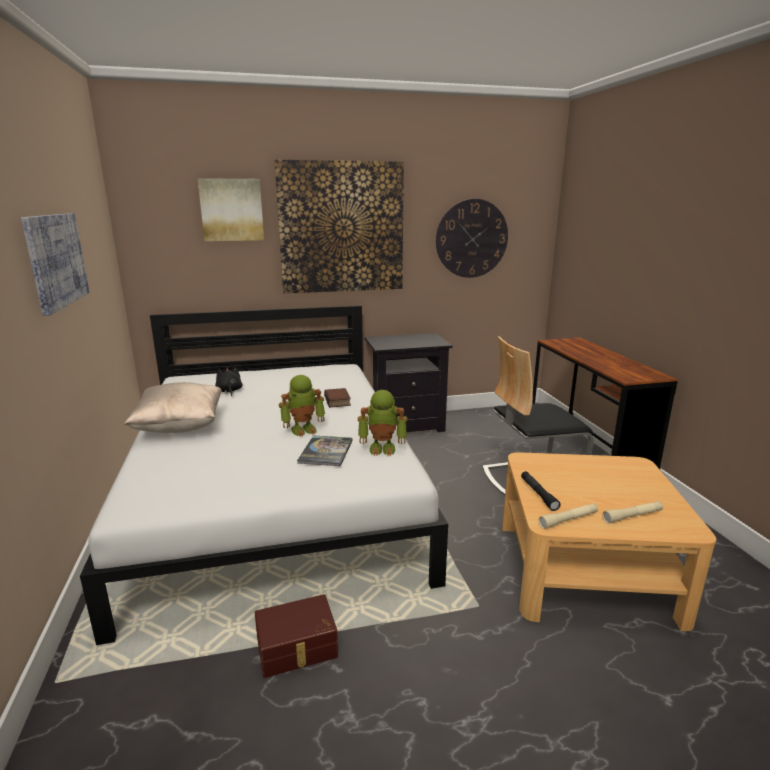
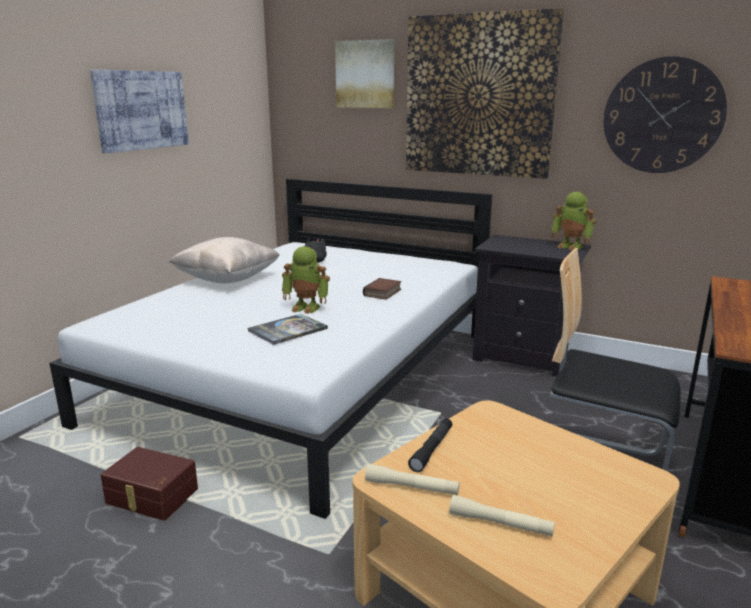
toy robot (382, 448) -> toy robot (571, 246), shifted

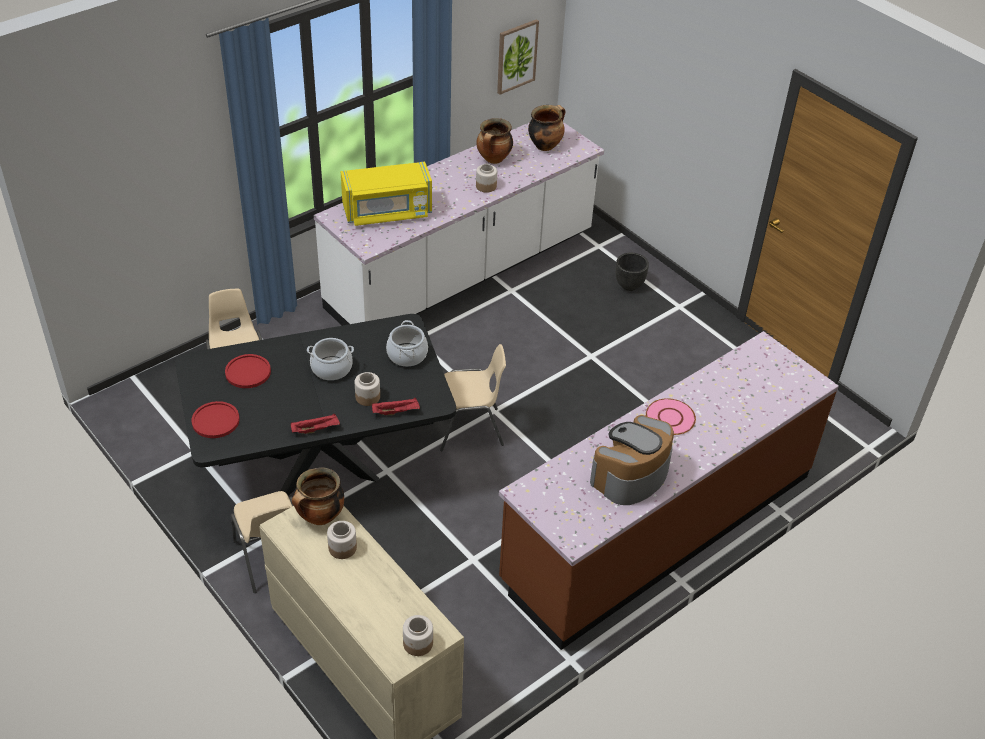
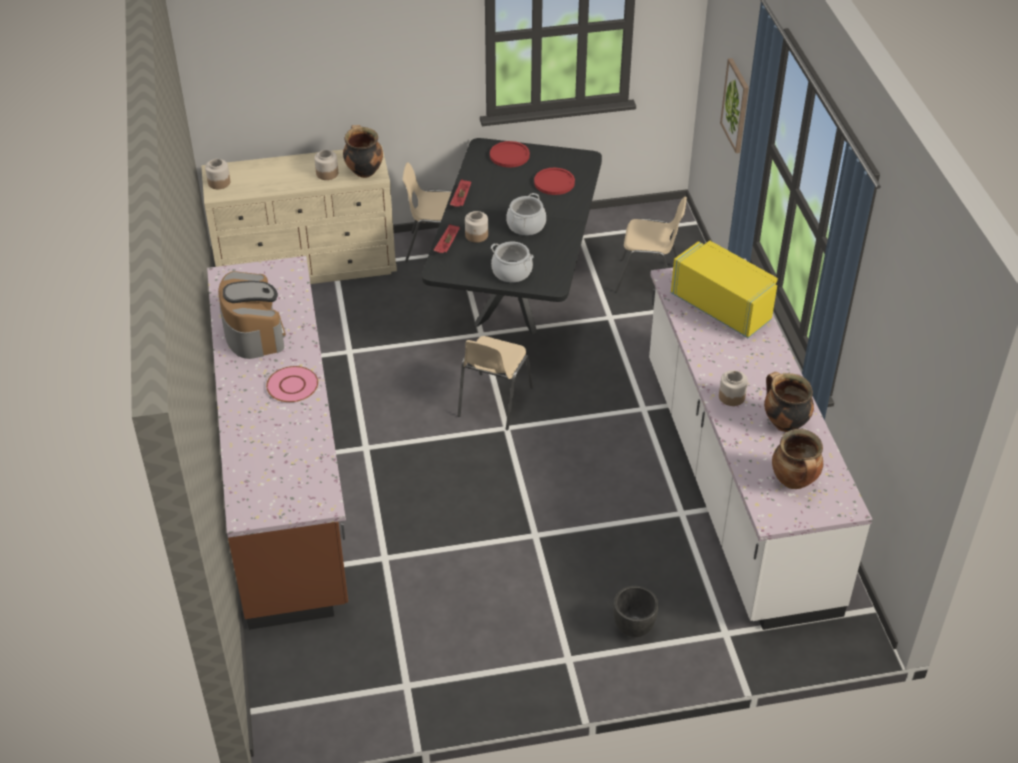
picture (516, 56) -> picture (736, 105), shifted
microwave in yellow (387, 212) -> microwave in yellow (722, 307), 120 degrees clockwise

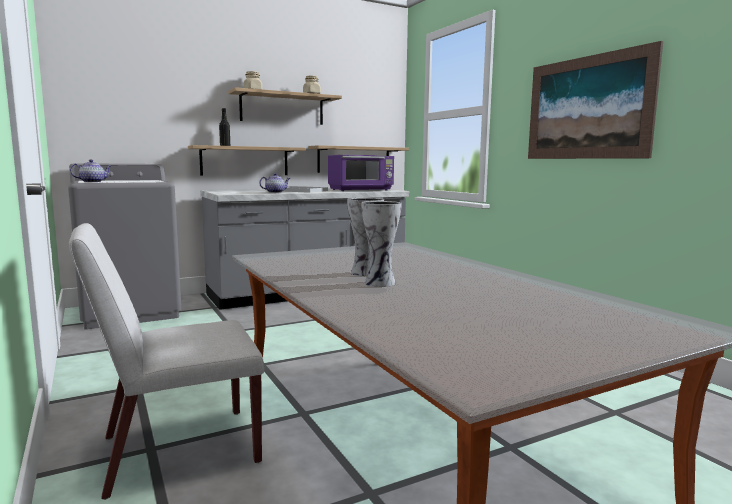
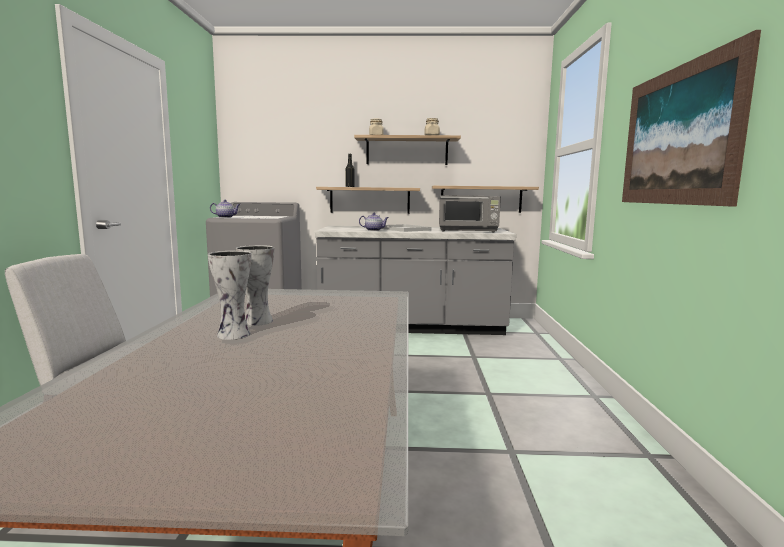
microwave in purple (361, 190) -> microwave in grey (468, 231)

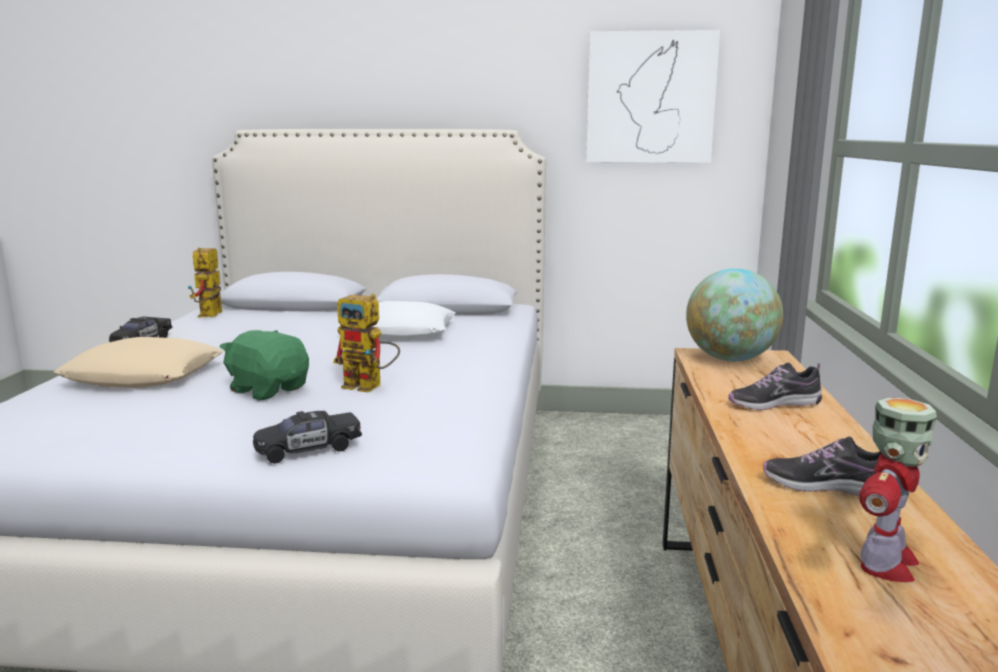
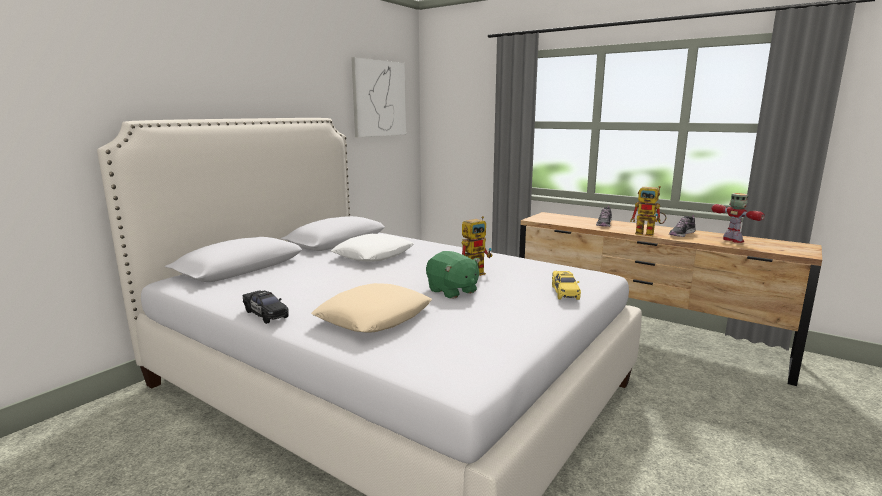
globe (730, 359) -> none
toy robot (211, 316) -> toy robot (649, 234), shifted
toy car in black (308, 449) -> toy car in yellow (565, 292)
plush toy in green (269, 390) -> plush toy in green (452, 291), 105 degrees counterclockwise

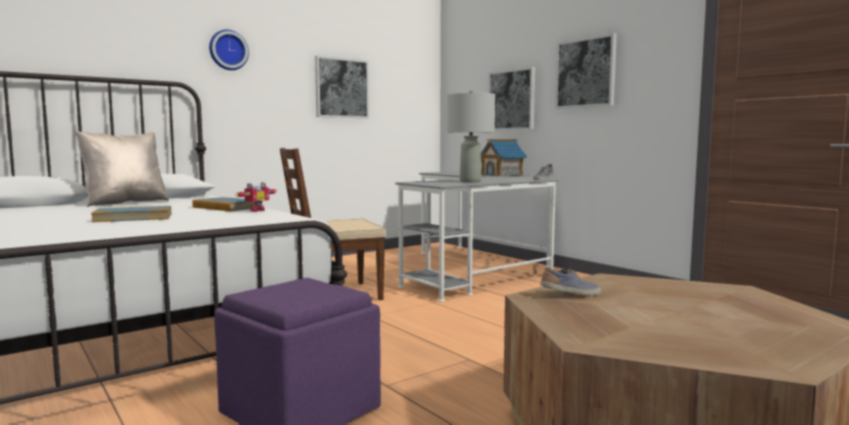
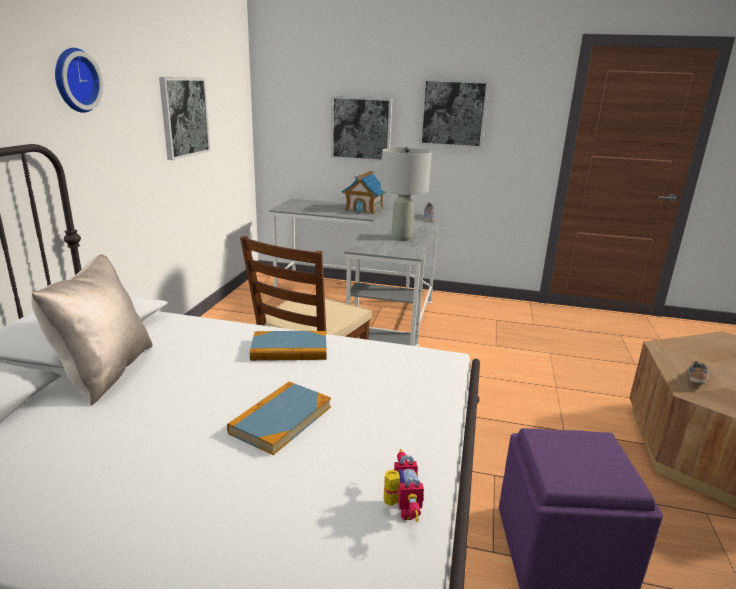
toy robot (255, 210) -> toy robot (400, 509), shifted

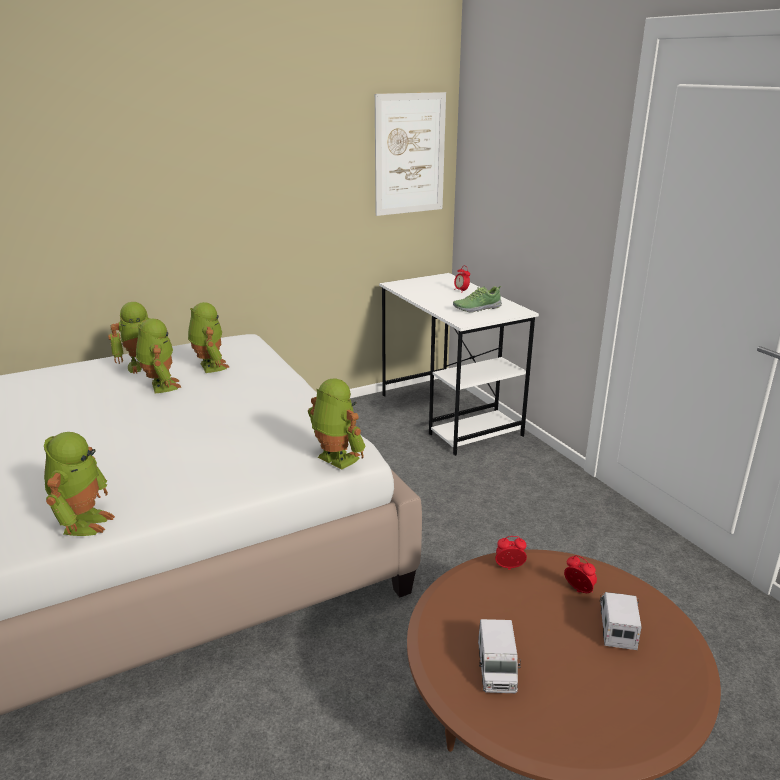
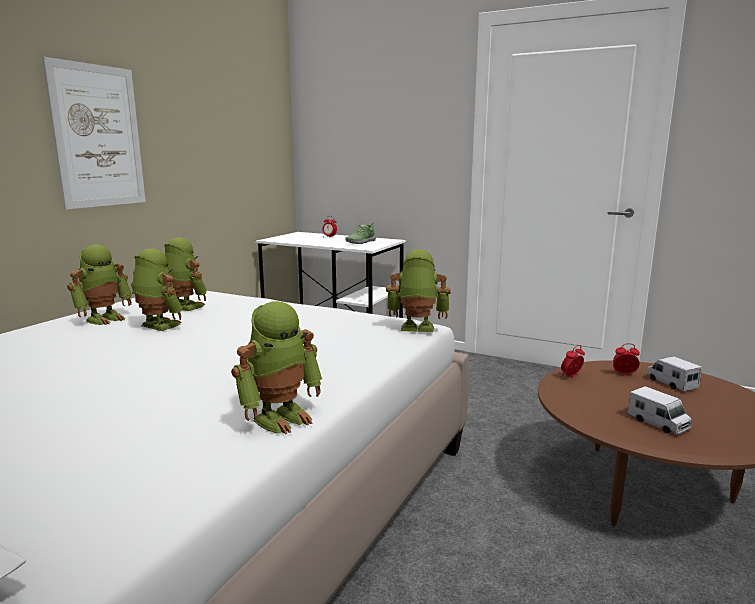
picture (410, 154) -> picture (98, 136), shifted
toy robot (83, 522) -> toy robot (281, 417), 75 degrees clockwise

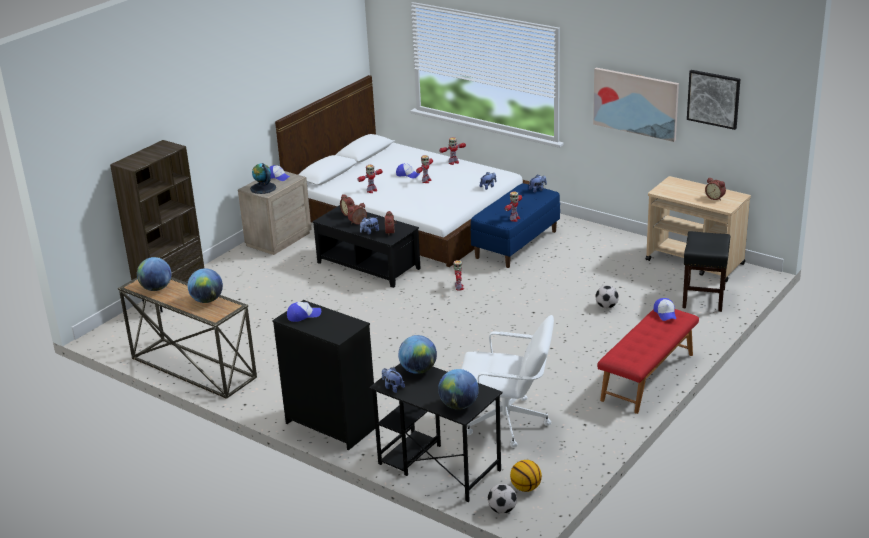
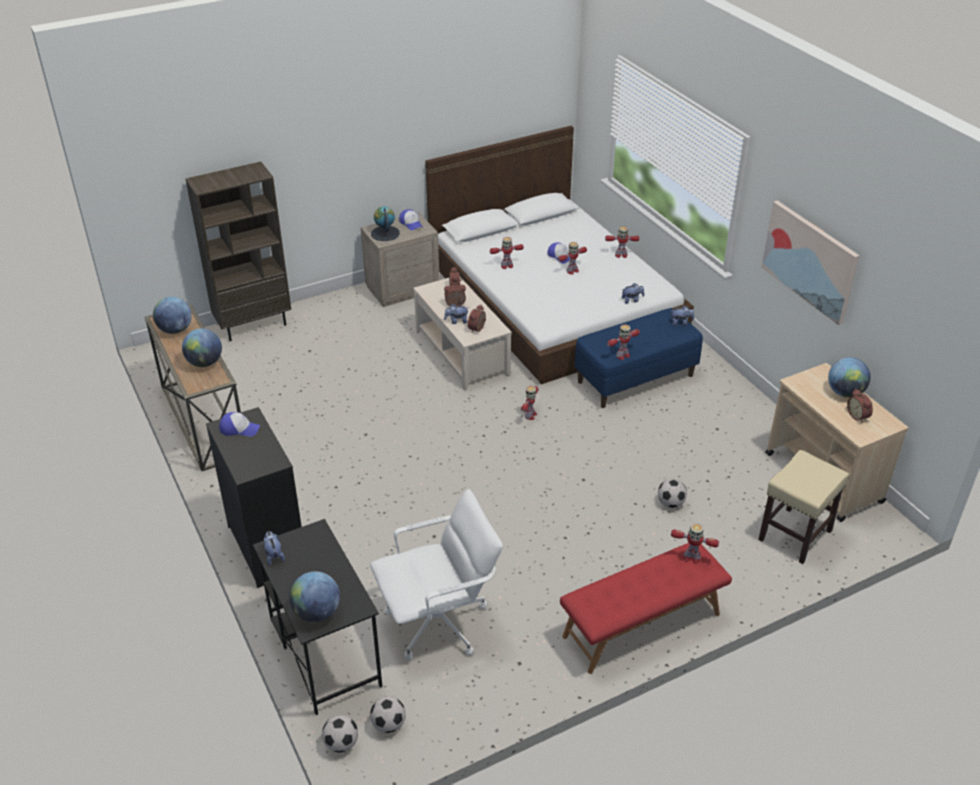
picture (713, 99) -> none
globe (418, 370) -> globe (845, 392), shifted
basketball (526, 488) -> football (388, 724)
cap (665, 313) -> toy robot (691, 557)
coffee table in black (368, 265) -> coffee table in beige (462, 353)
stool in black (703, 298) -> stool in beige (794, 536)
office chair in white (507, 423) -> office chair in white (439, 623), 60 degrees counterclockwise

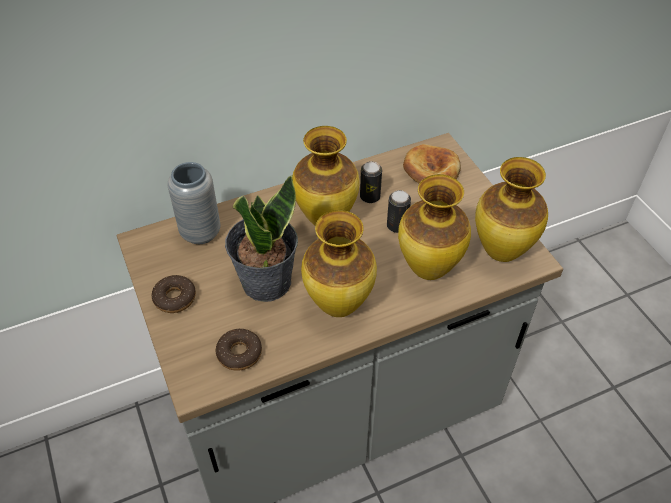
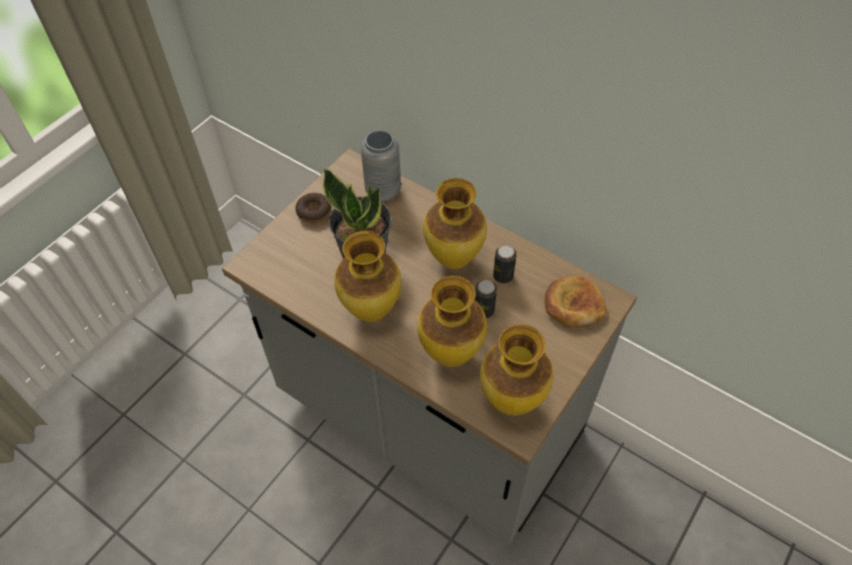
donut (239, 353) -> none

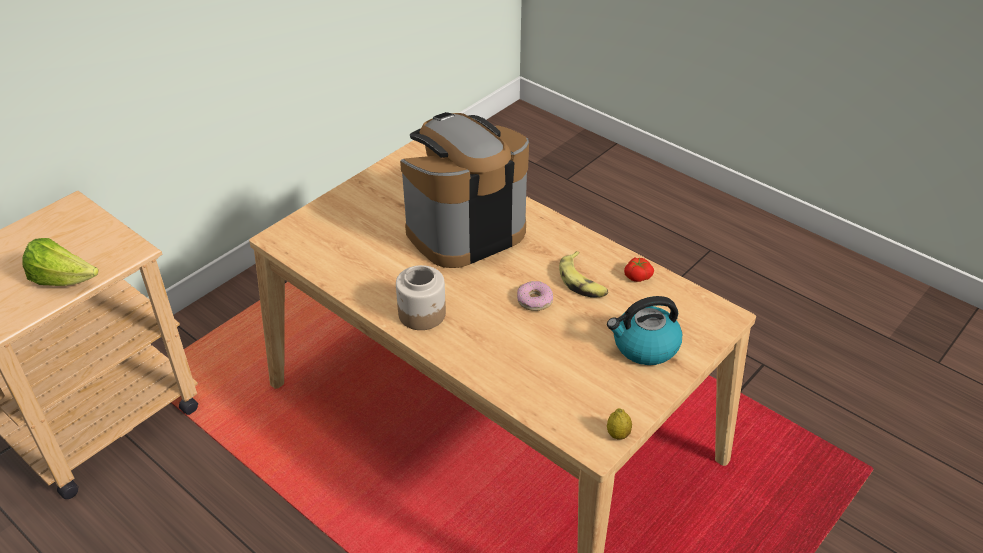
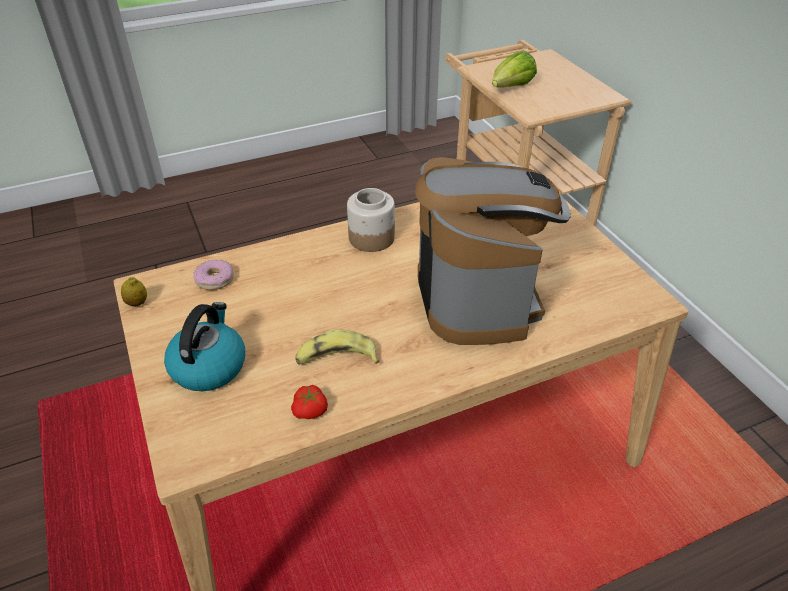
donut (534, 300) -> donut (215, 279), shifted

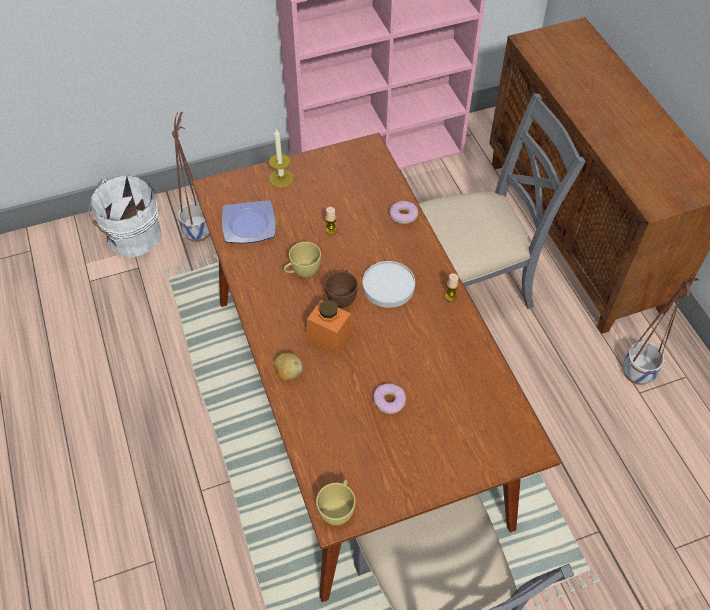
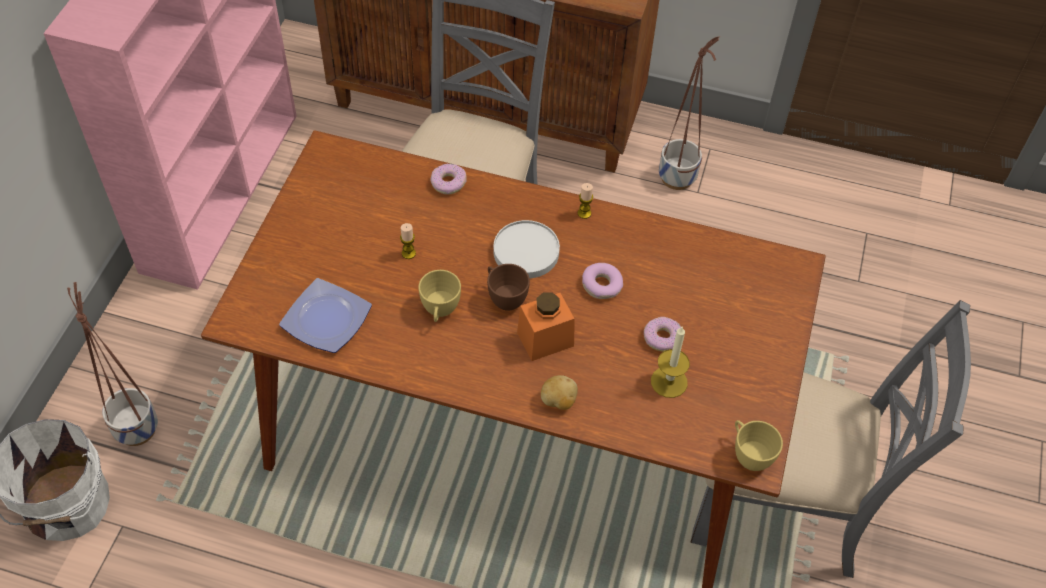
none -> donut (601, 285)
candle (281, 178) -> candle (669, 382), shifted

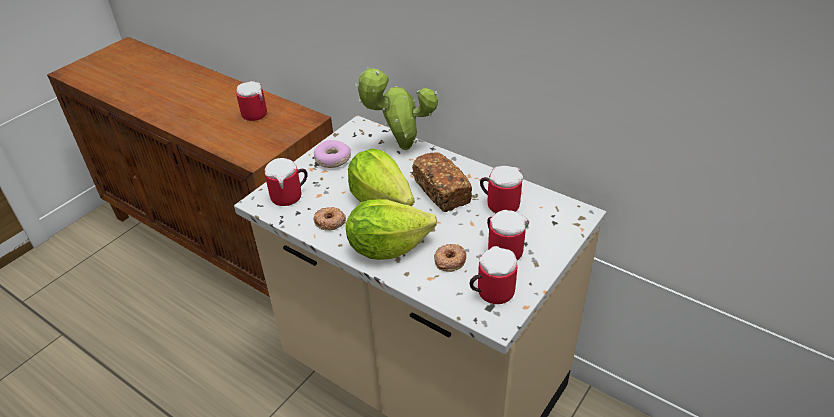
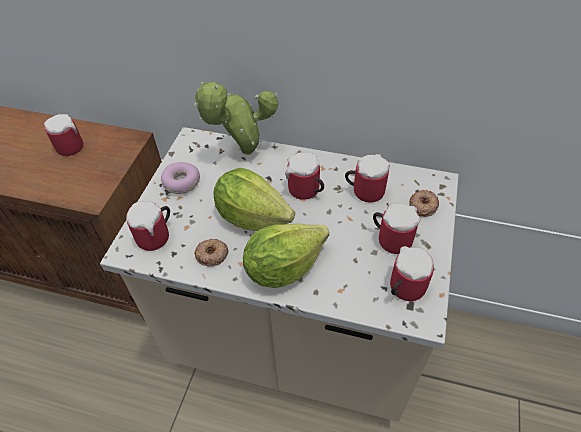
donut (449, 260) -> donut (423, 205), shifted
bread (442, 192) -> mug (306, 192)

